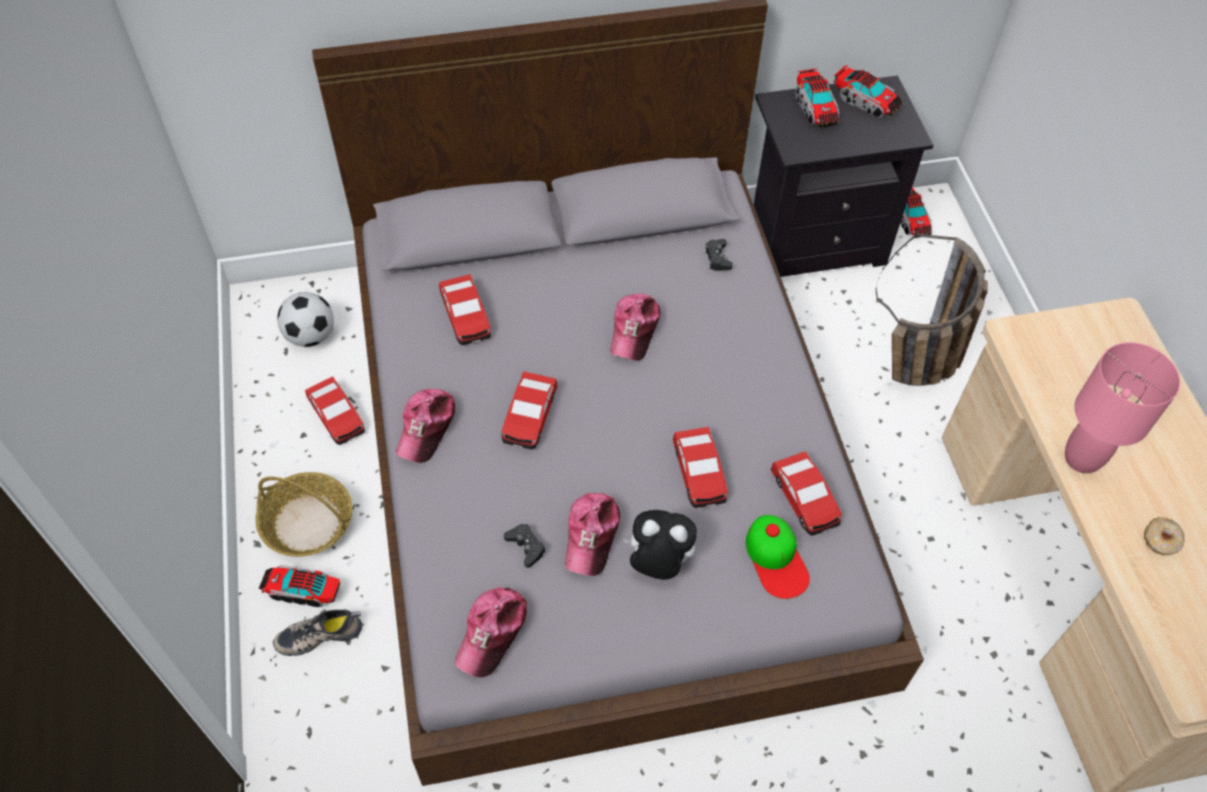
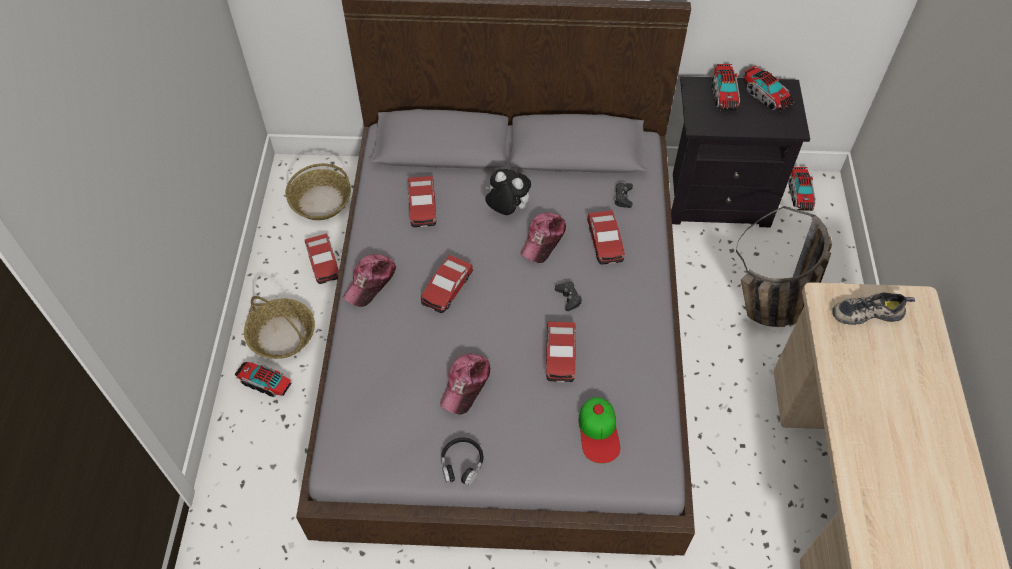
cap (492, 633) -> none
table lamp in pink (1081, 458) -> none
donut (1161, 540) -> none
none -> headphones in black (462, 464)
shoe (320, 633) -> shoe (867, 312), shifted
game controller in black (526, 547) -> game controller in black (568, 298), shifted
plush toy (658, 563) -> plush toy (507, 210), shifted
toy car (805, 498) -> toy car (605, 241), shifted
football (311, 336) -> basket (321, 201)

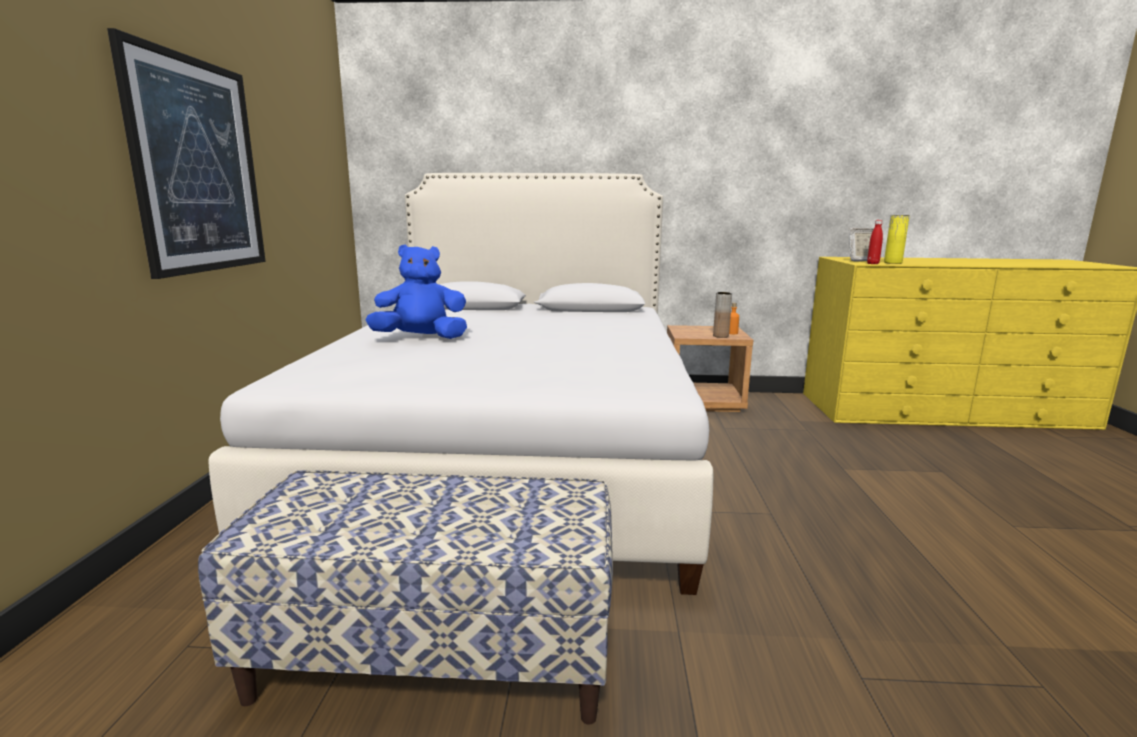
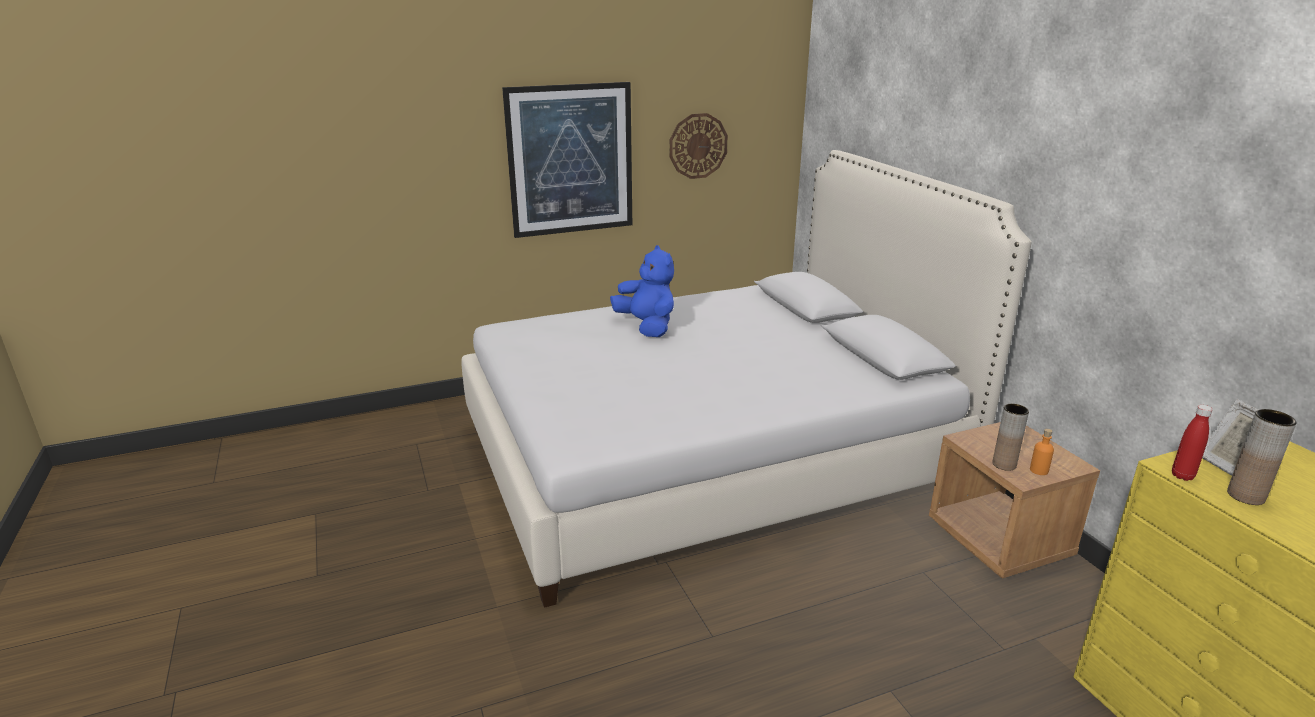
bench (436, 656) -> none
none -> wall clock (698, 146)
vase in yellow (892, 263) -> vase in brown (1245, 496)

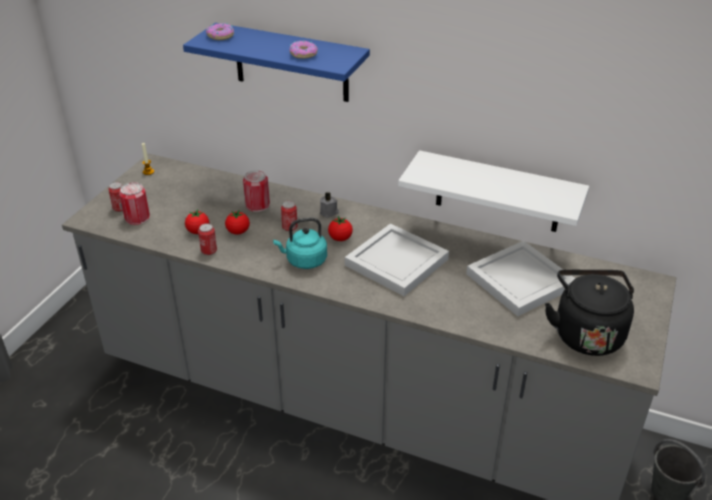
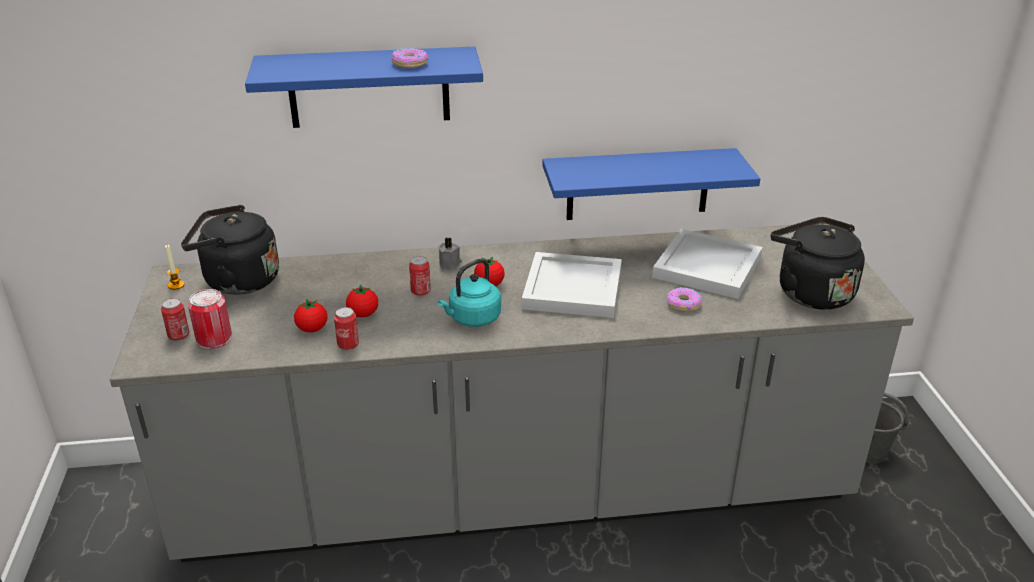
can (257, 205) -> none
none -> kettle in black (237, 281)
donut (220, 36) -> donut (683, 304), shifted
shelf in white (498, 192) -> shelf in blue (638, 184)

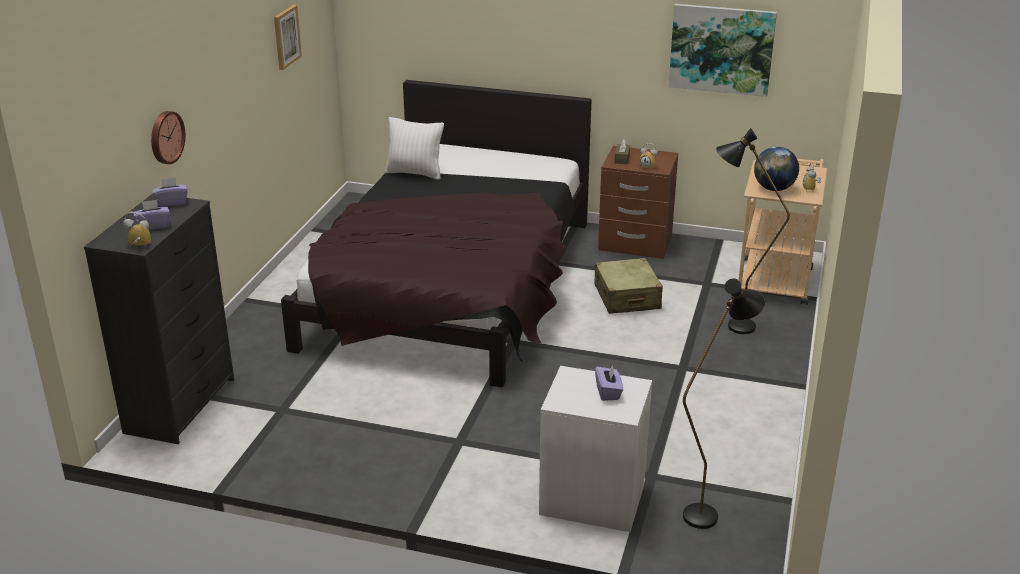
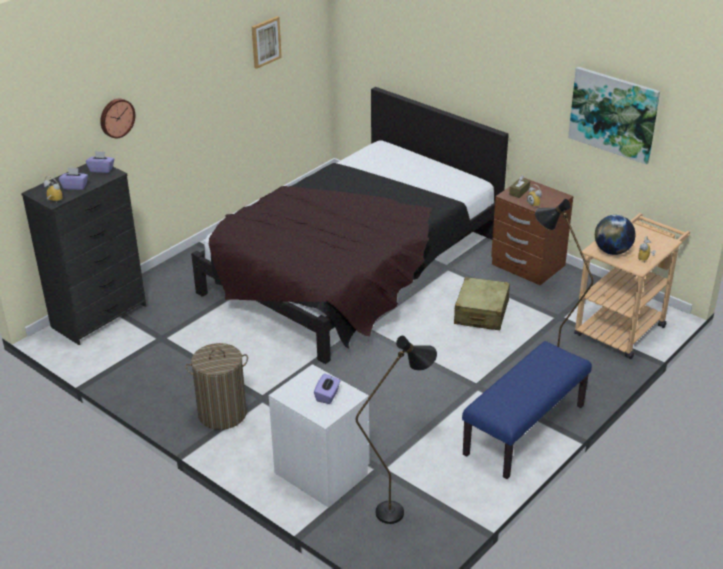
pillow in white (415, 173) -> none
none -> laundry basket (222, 414)
none -> bench in blue (525, 431)

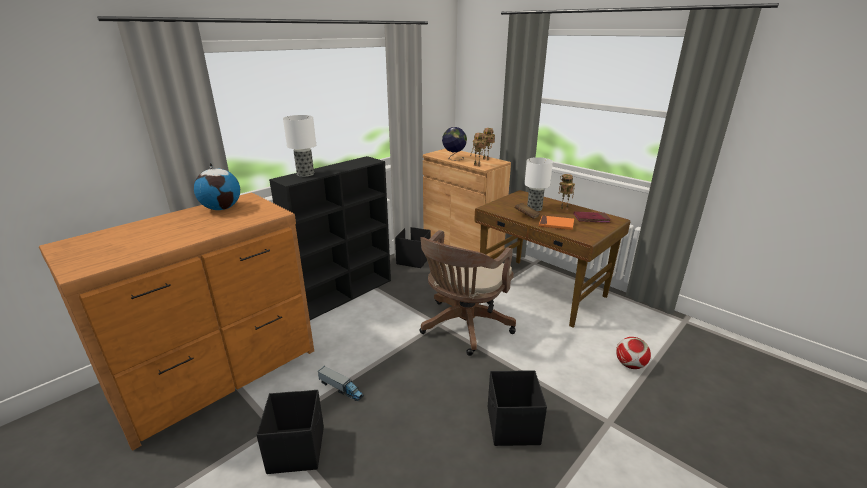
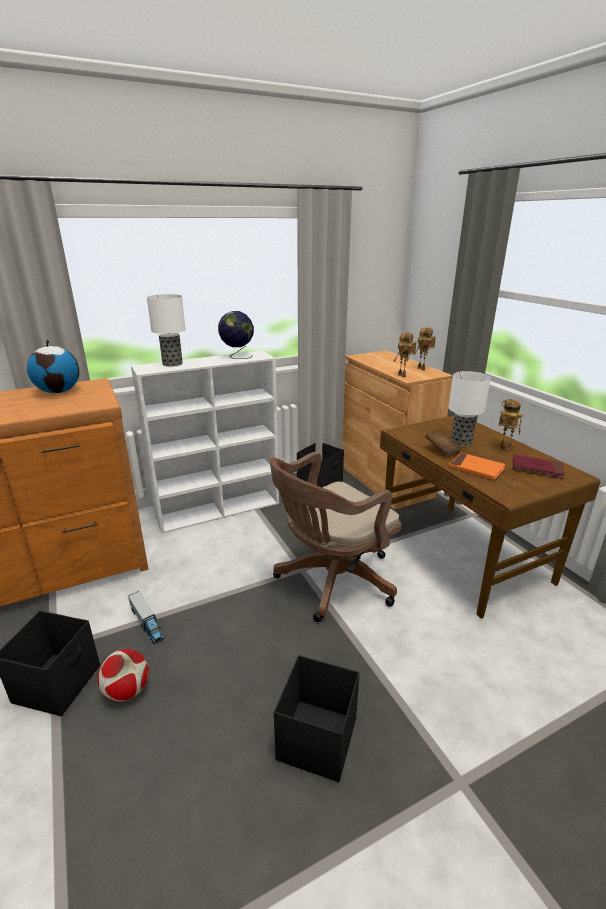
globe (454, 158) -> globe (237, 356), shifted
football (629, 365) -> football (127, 691), shifted
bookcase in black (344, 294) -> bookcase in white (219, 509)

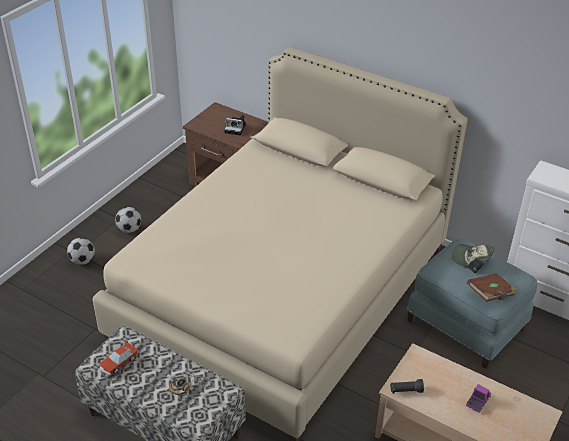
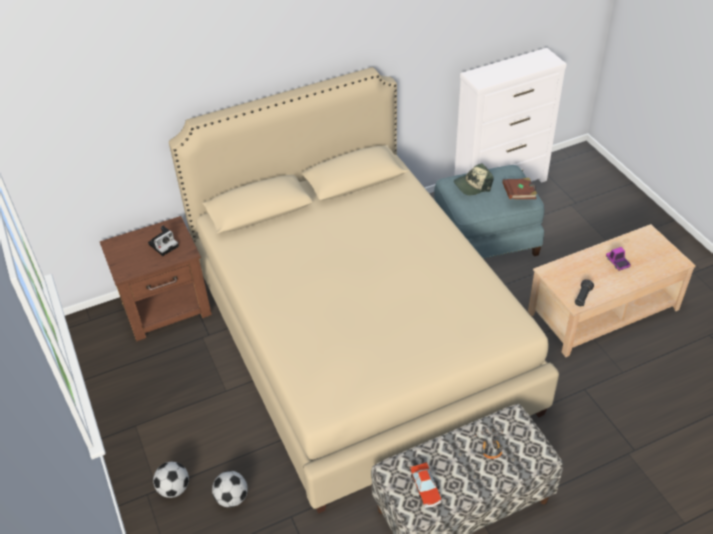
football (129, 229) -> football (232, 498), shifted

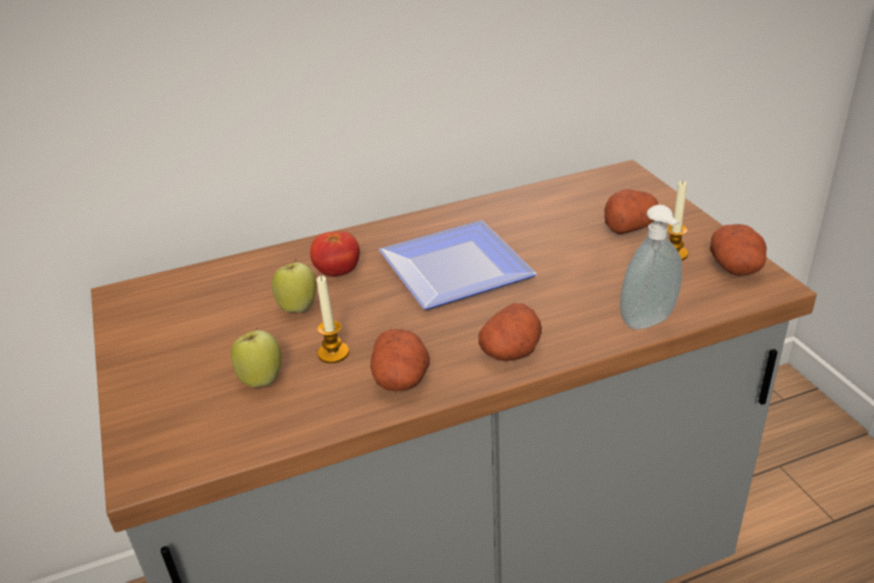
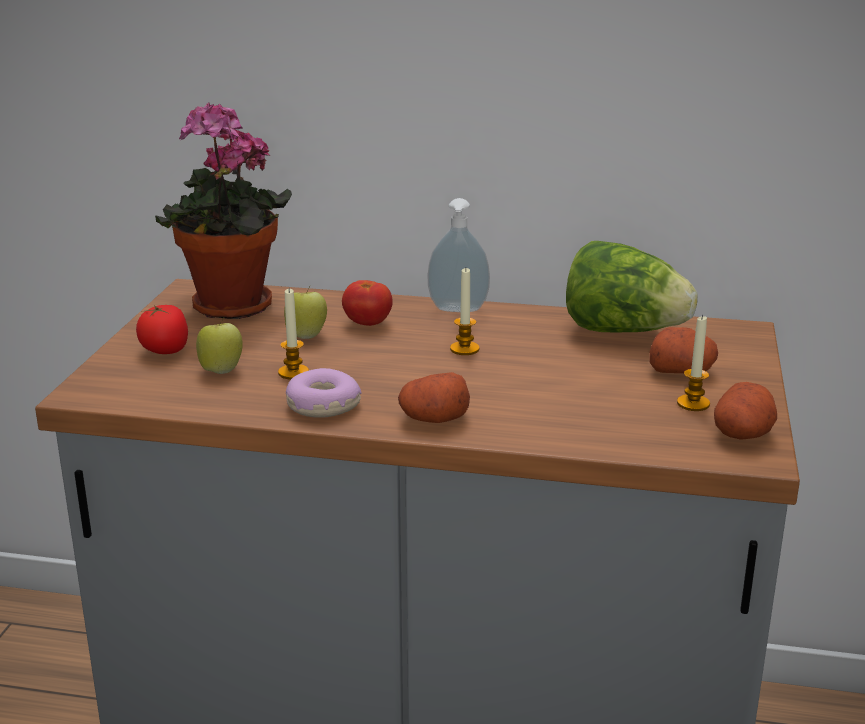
none -> tomato (165, 351)
none -> potted plant (230, 309)
none -> lettuce (623, 331)
soap dispenser (650, 323) -> soap dispenser (458, 310), shifted
potato (401, 379) -> donut (322, 405)
plate (450, 268) -> candle (464, 349)

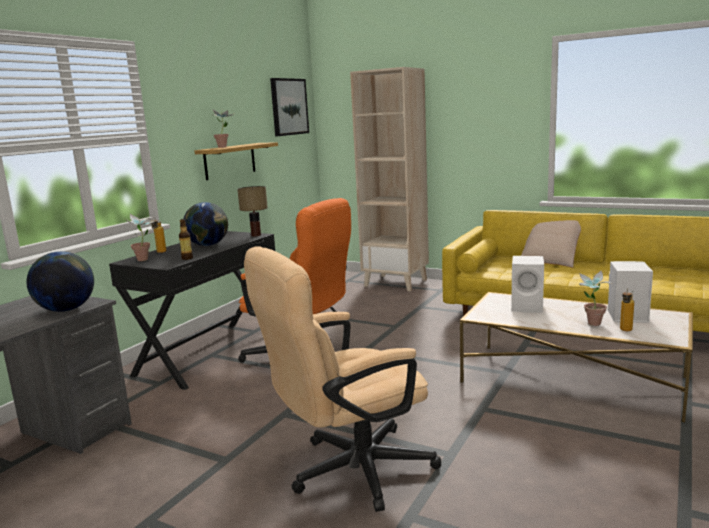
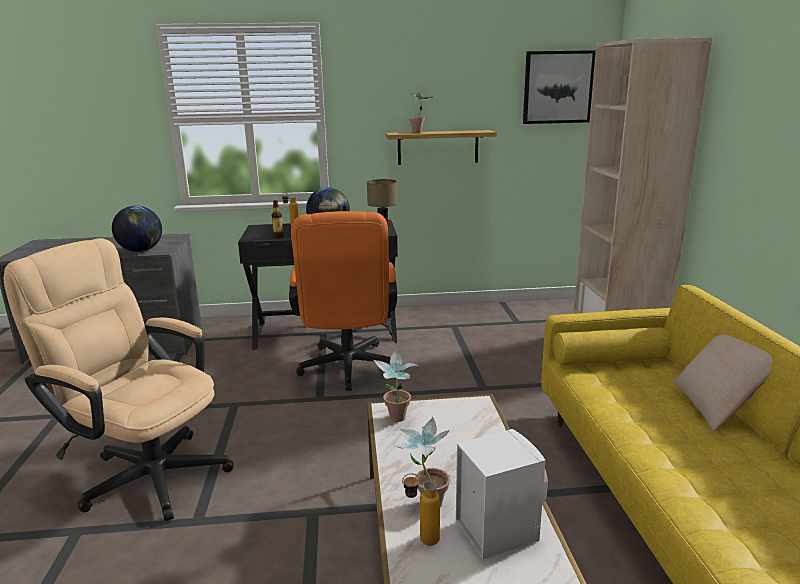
speaker in white (528, 307) -> none
potted plant (145, 260) -> potted plant (397, 421), shifted

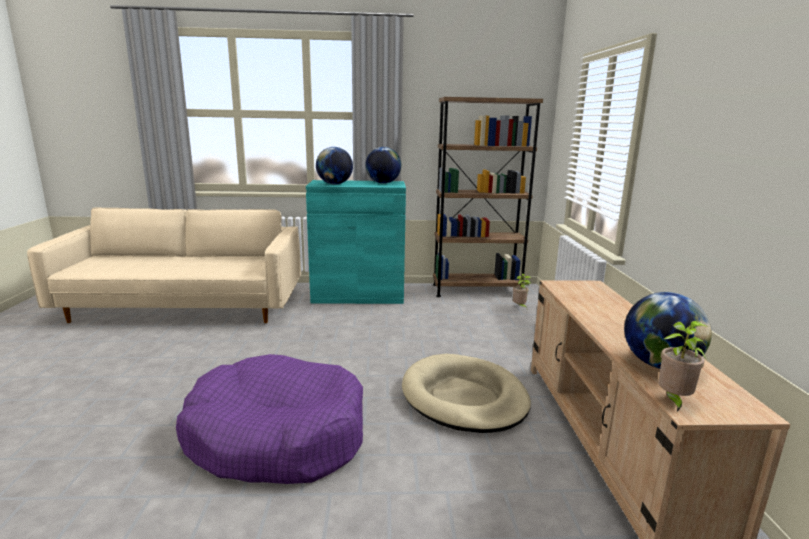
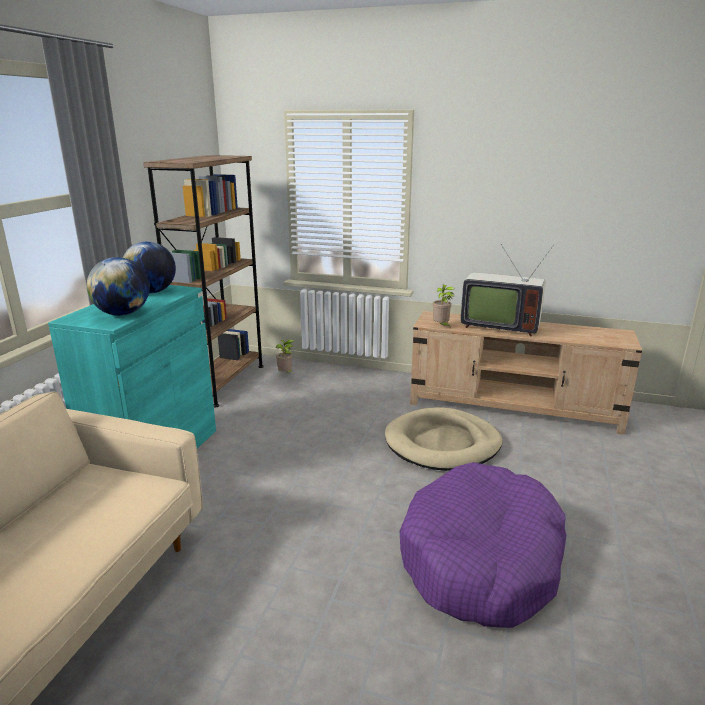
globe (659, 365) -> none
none -> television (499, 326)
potted plant (673, 401) -> potted plant (441, 326), shifted

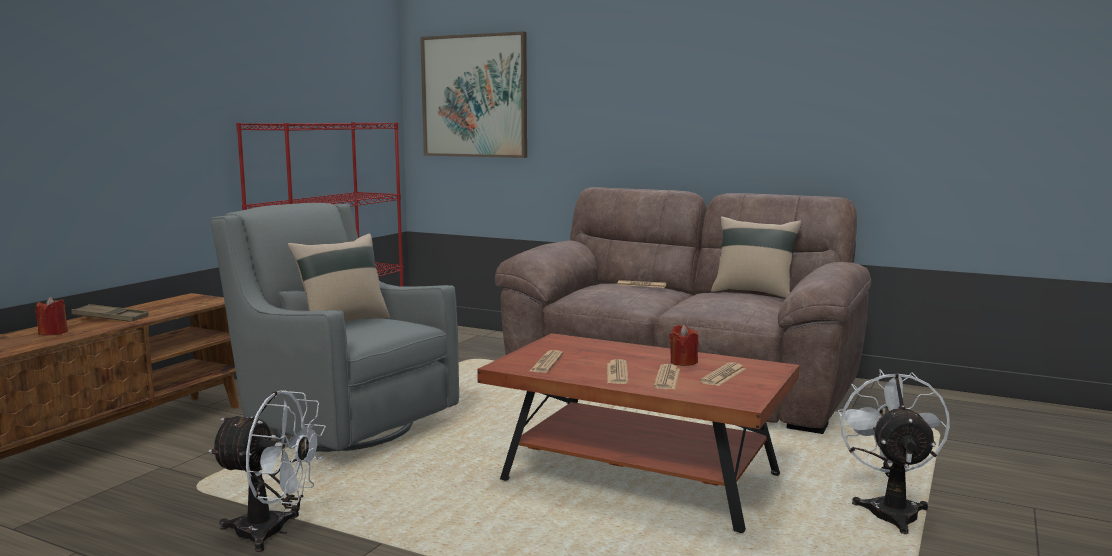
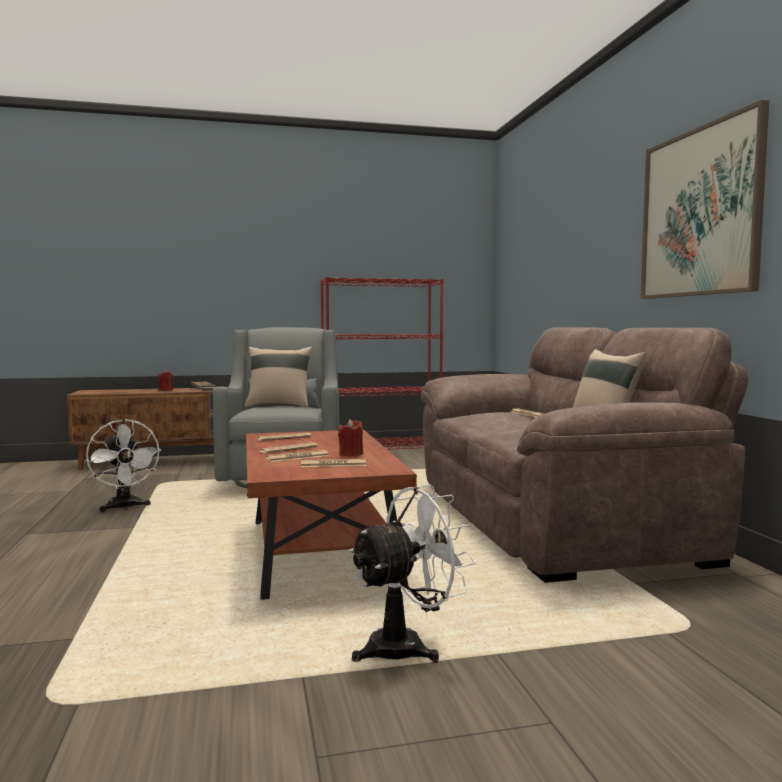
picture (474, 96) -> picture (699, 213), shifted

